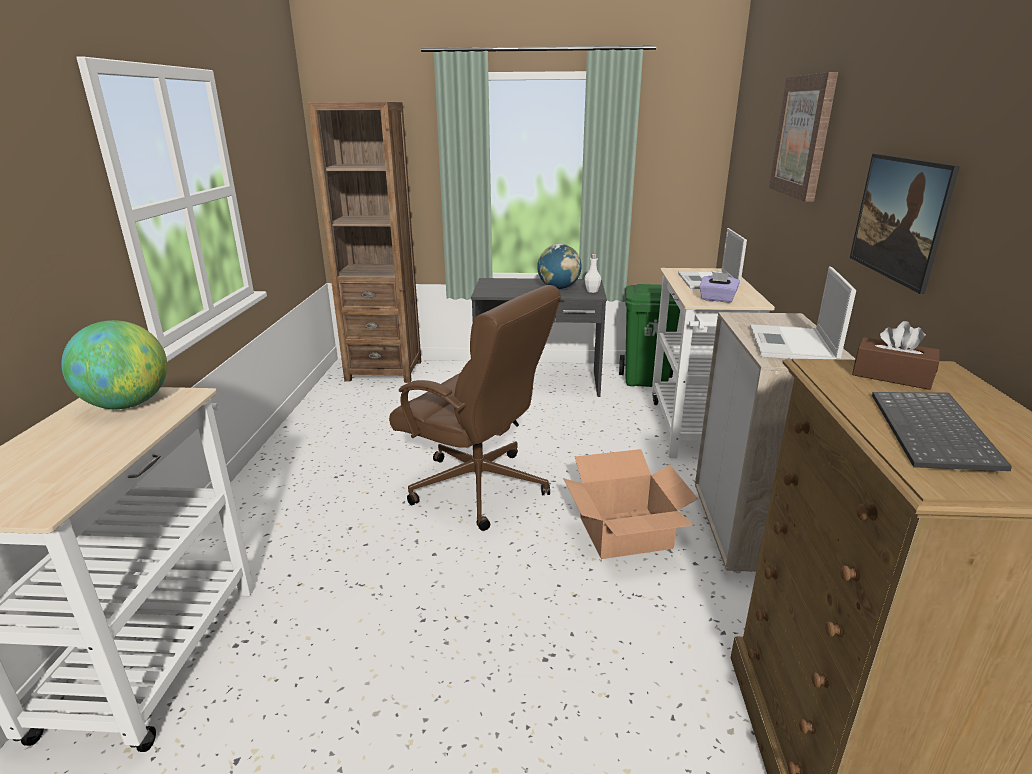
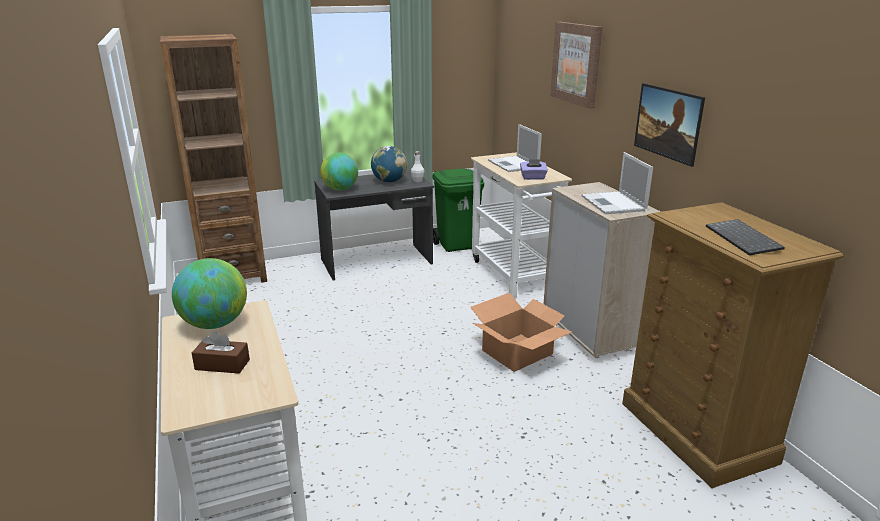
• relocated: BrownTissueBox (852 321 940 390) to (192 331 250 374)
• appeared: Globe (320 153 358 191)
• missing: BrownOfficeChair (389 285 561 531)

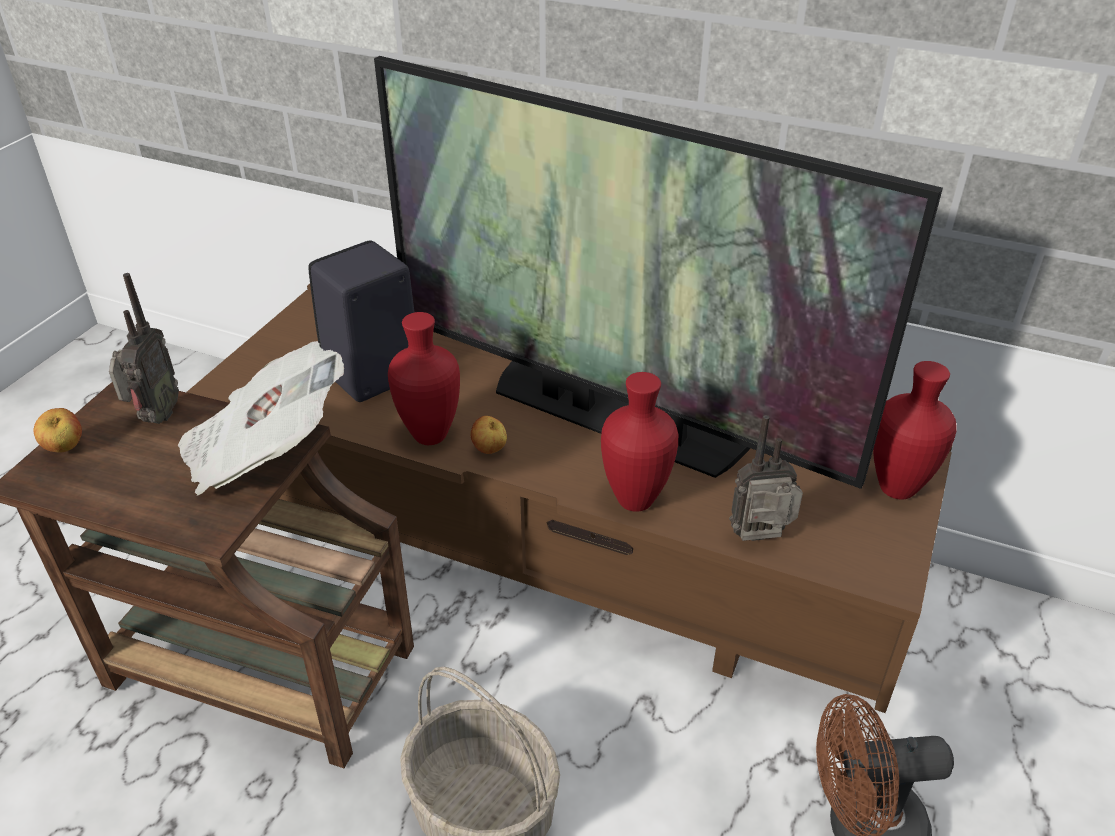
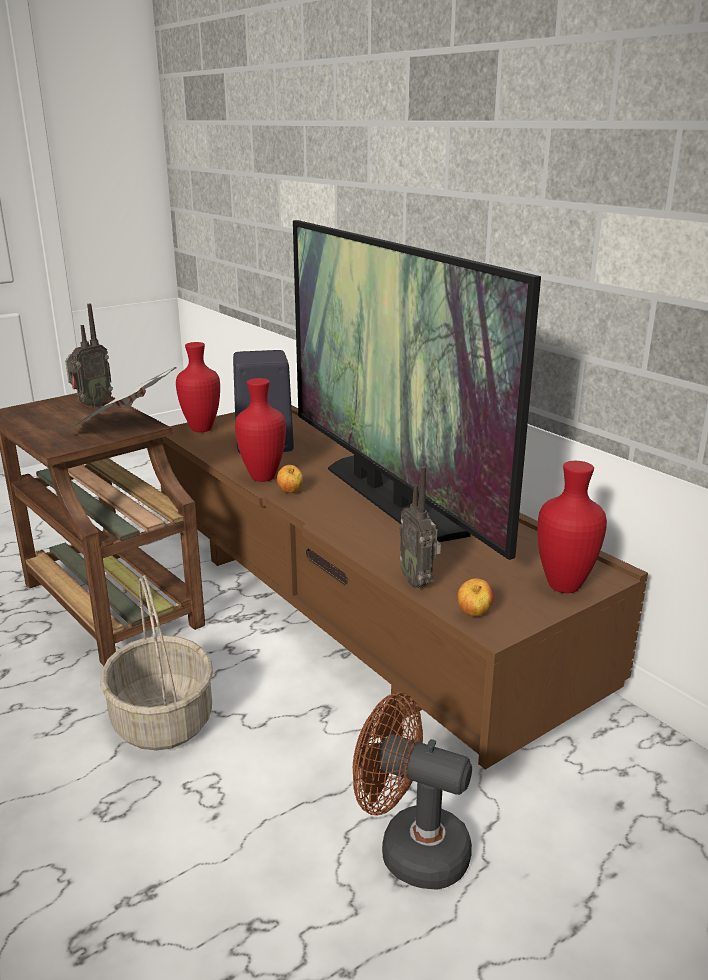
• relocated: RedVase (601 372 678 512) to (176 342 220 432)
• spun: Radio (729 415 803 541) = (400 466 441 588) 135 degrees counterclockwise
• relocated: Apple (34 408 82 453) to (457 578 494 616)

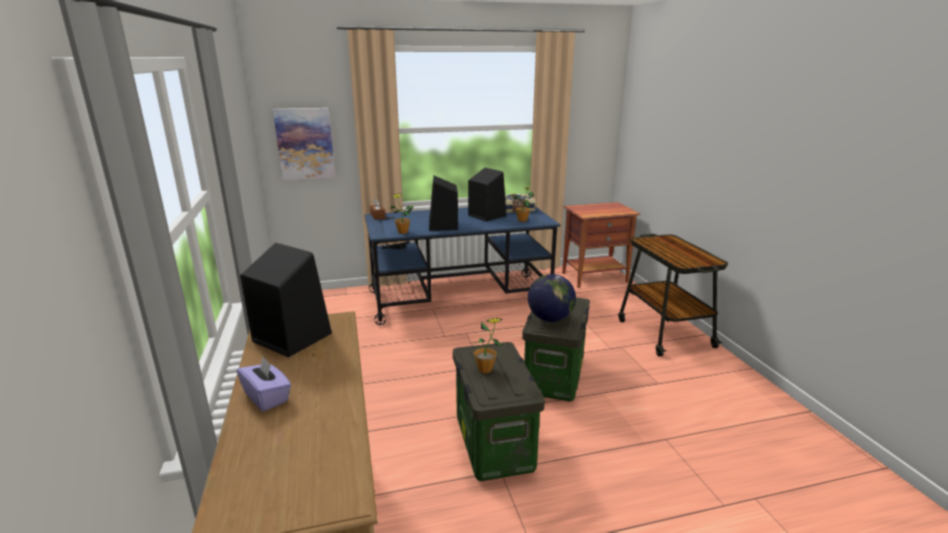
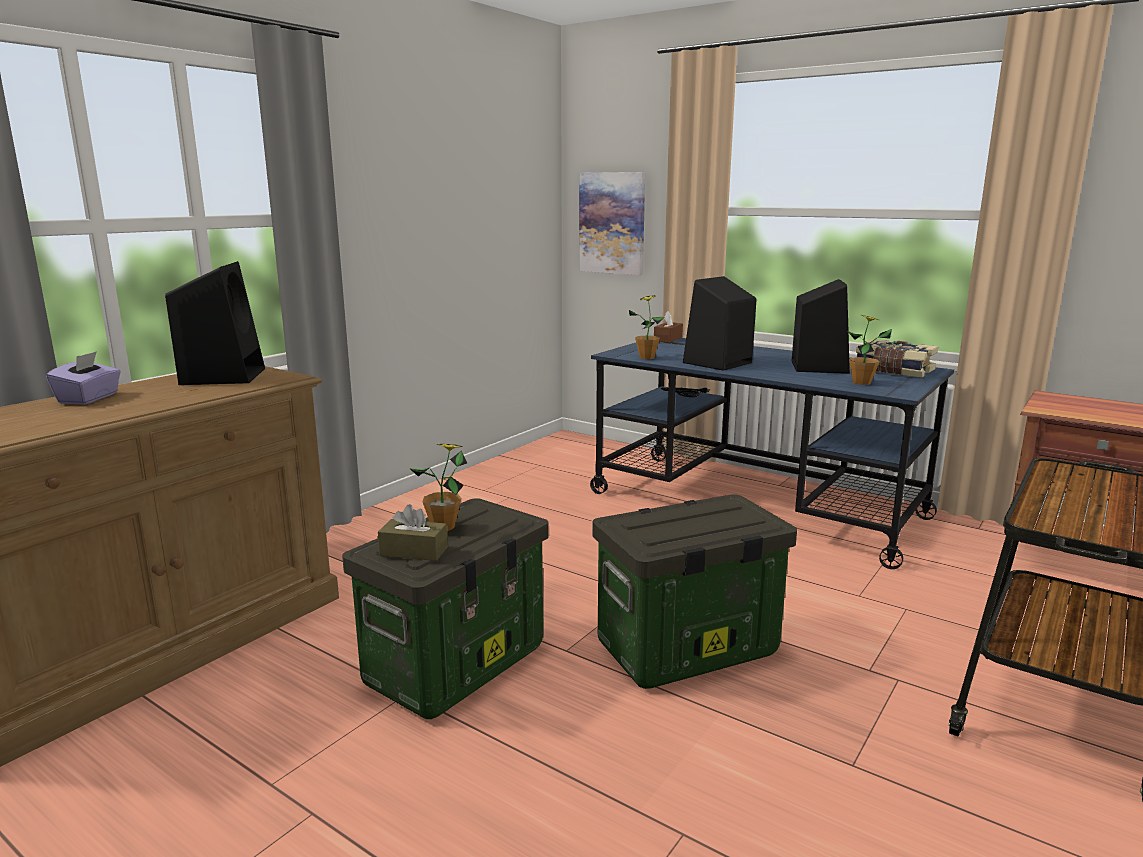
• appeared: BrownTissueBox (378 504 448 561)
• missing: Globe (528 274 576 322)

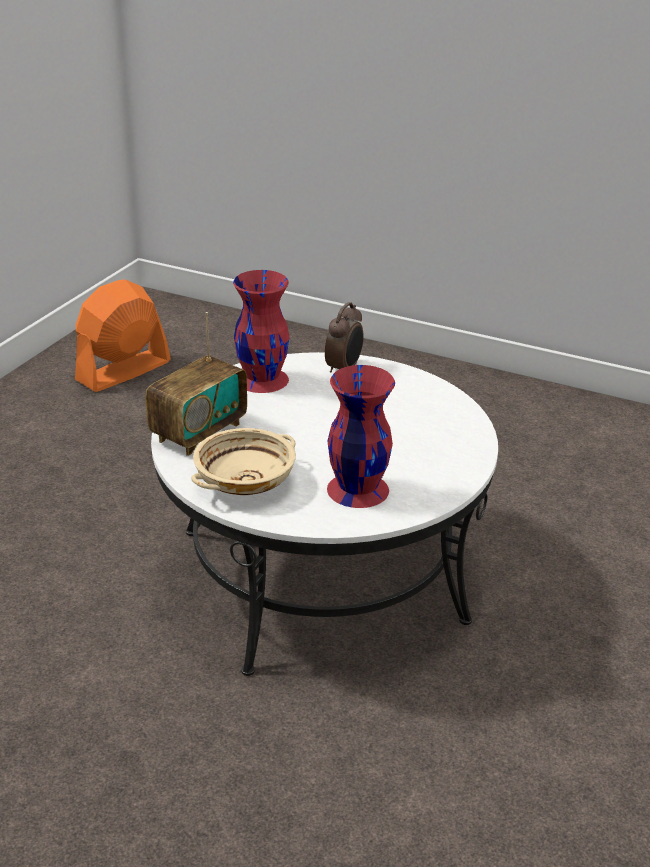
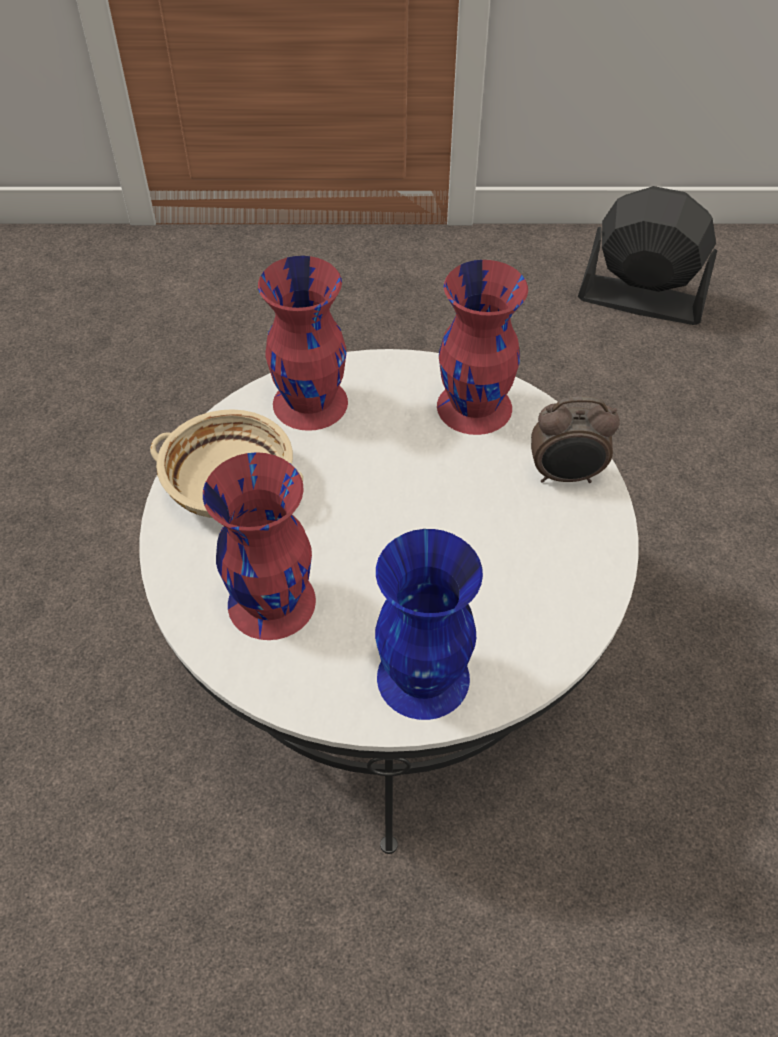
• exchanged: Radio (145 312 247 456) to RedVase (258 256 348 431)
• appeared: BlueVase (375 529 483 720)
• colour: OrangeFan (75 279 171 392) to BlackFan (578 186 717 325)

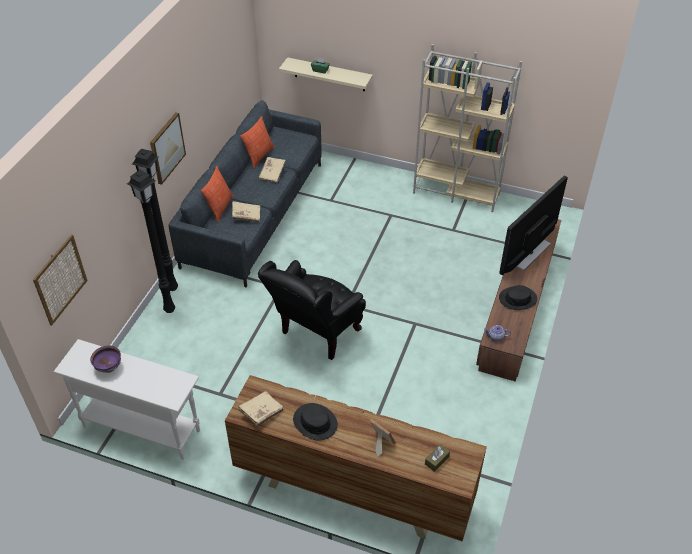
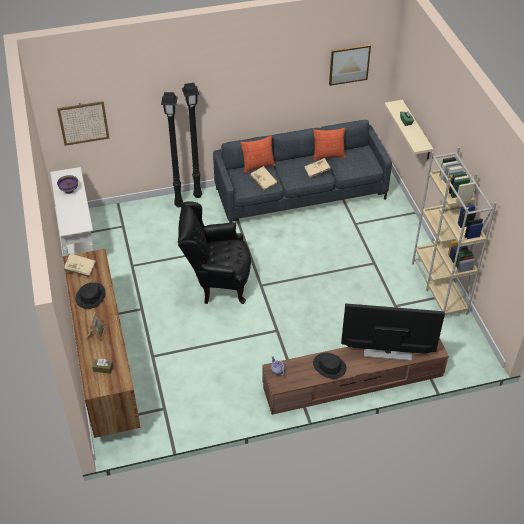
• relocated: Picture (150 112 186 185) to (329 44 371 86)

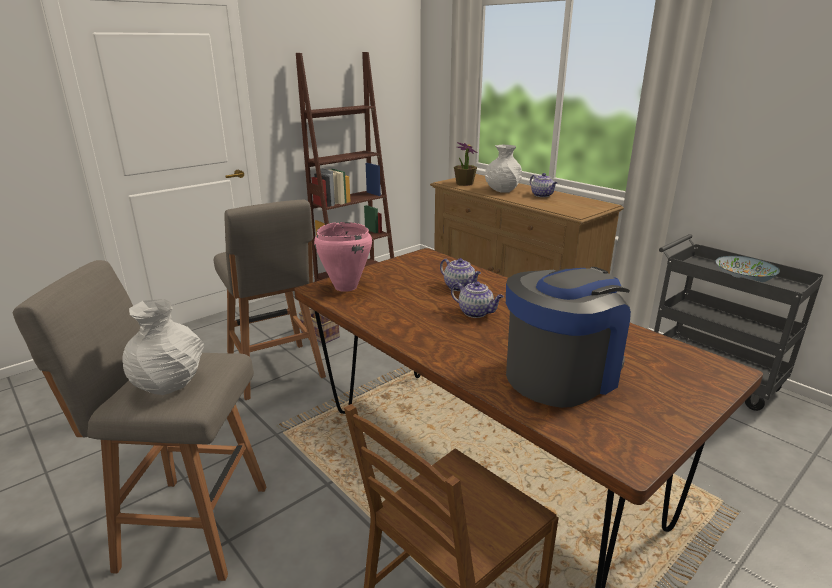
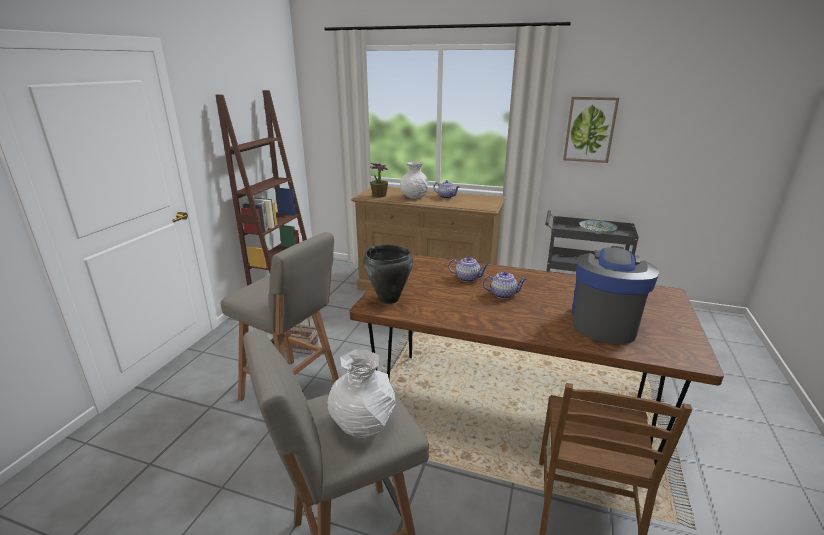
• colour: PinkCookingPot (314 222 372 292) to BlackCookingPot (363 245 413 304)
• appeared: Picture (563 96 619 163)

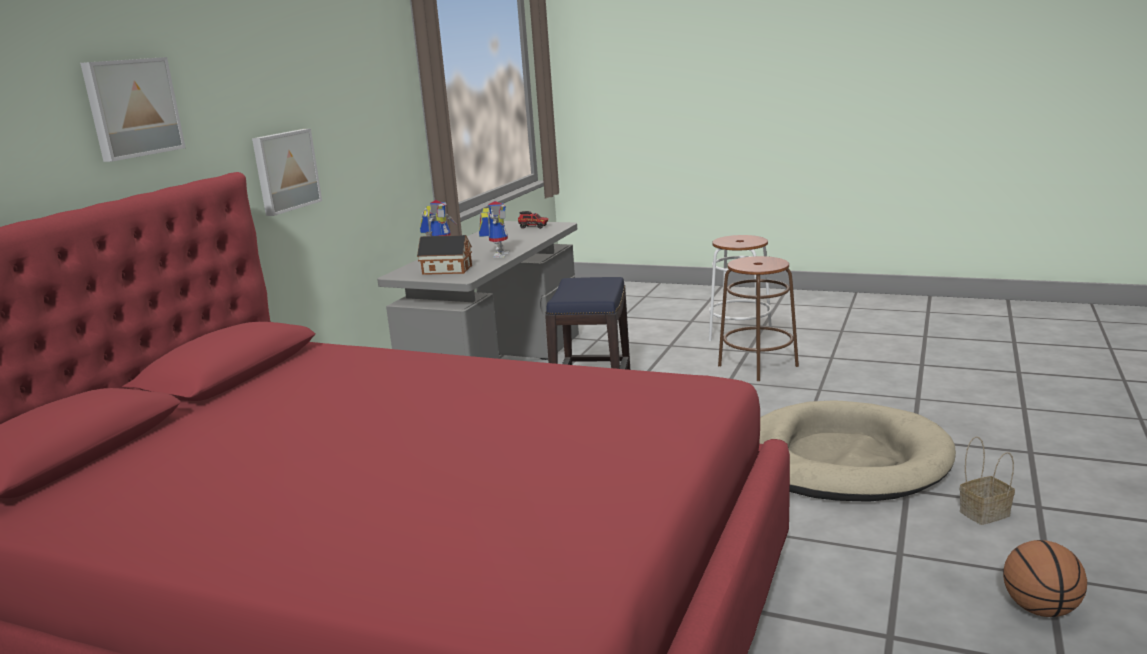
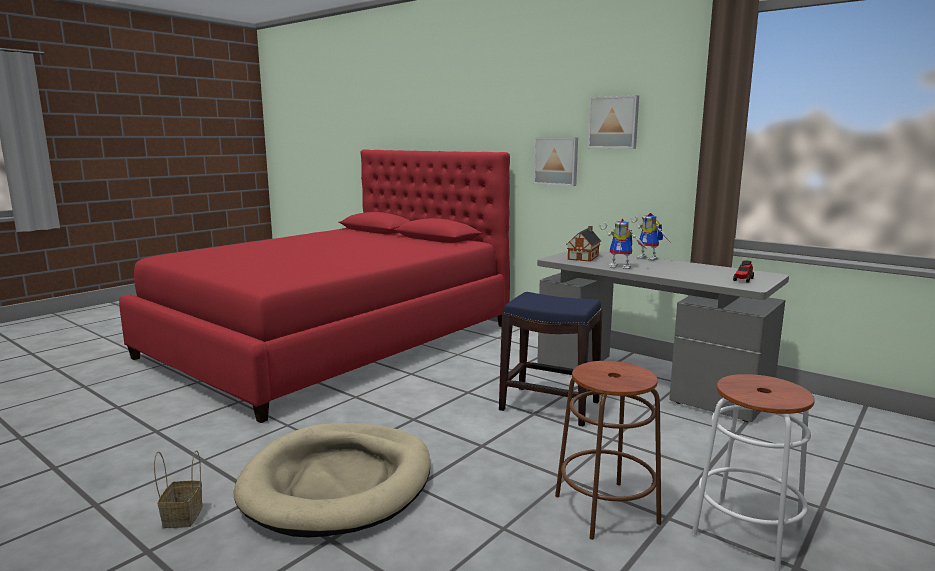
• relocated: Picture (80 57 186 162) to (587 95 639 149)
• missing: Basketball (1003 540 1087 617)

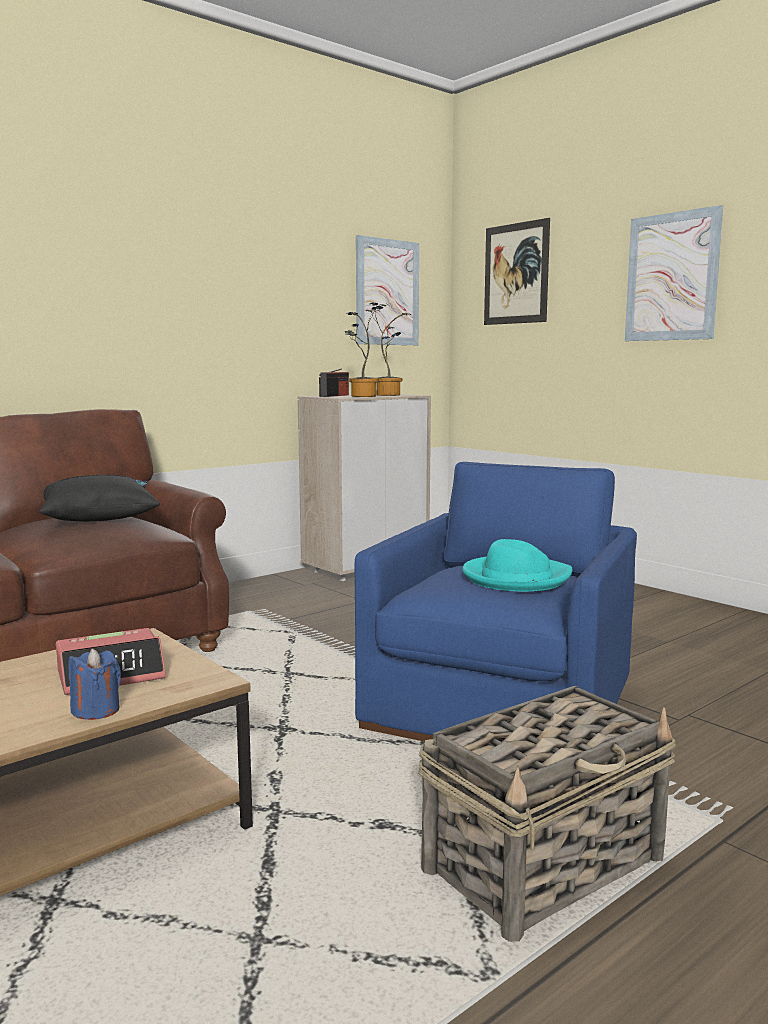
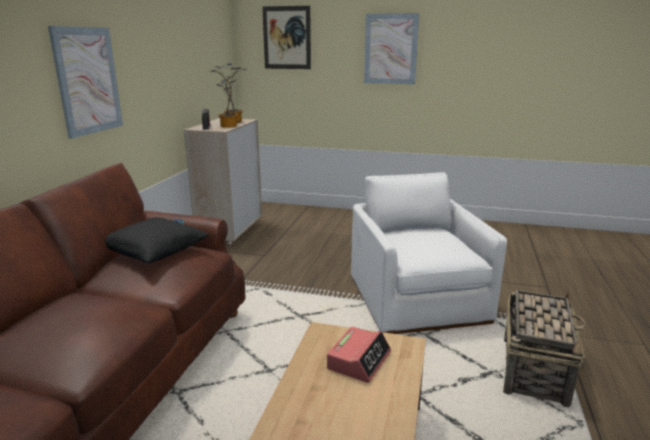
• relocated: Picture (356 235 419 345) to (48 26 123 139)
• colour: BlueArmchair (355 462 637 742) to WhiteArmchair (351 172 507 334)
• missing: BlueCandle (68 649 121 720)
• missing: TurquoiseHat (462 539 573 591)

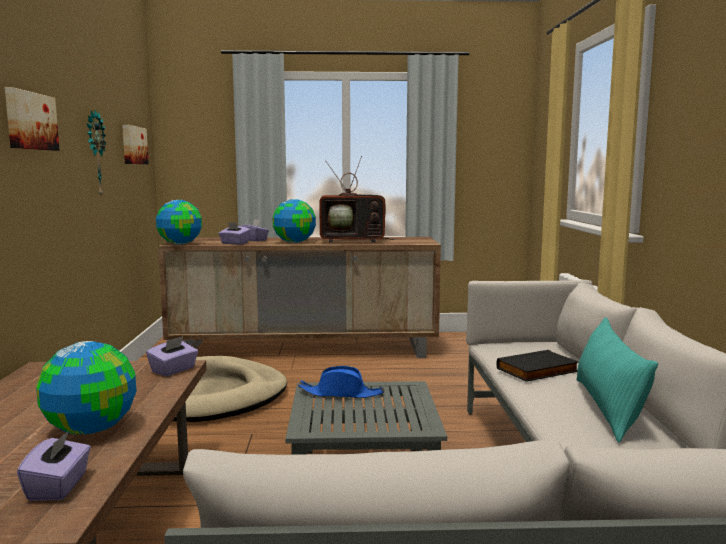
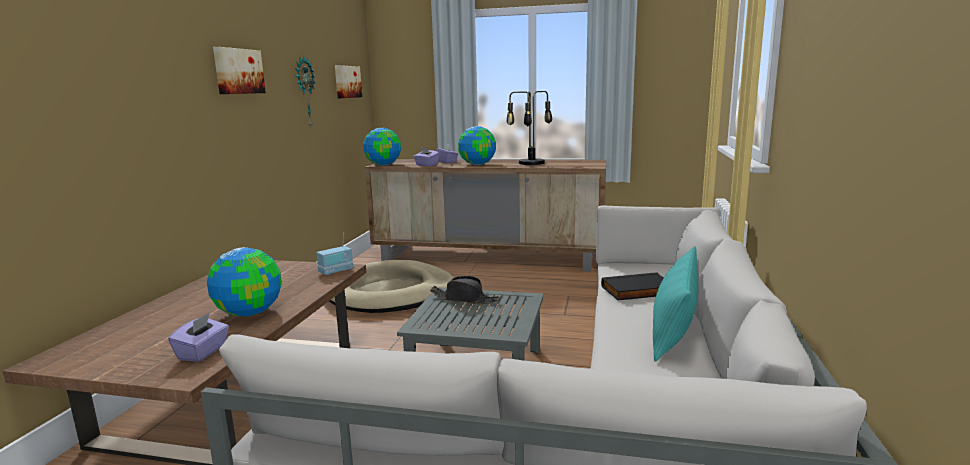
• exchanged: PurpleTissueBox (146 336 198 376) to Radio (316 233 353 276)
• colour: BlueHat (298 366 384 398) to BlackHat (430 276 500 304)
• exchanged: Television (319 156 396 243) to TableLamp (507 91 552 165)

